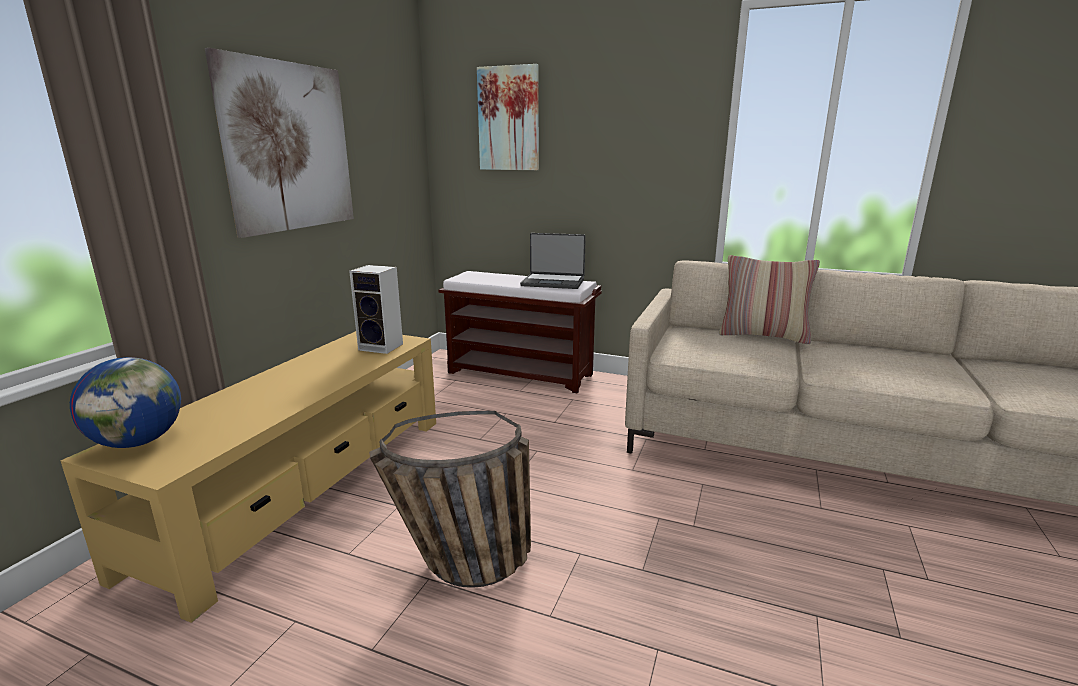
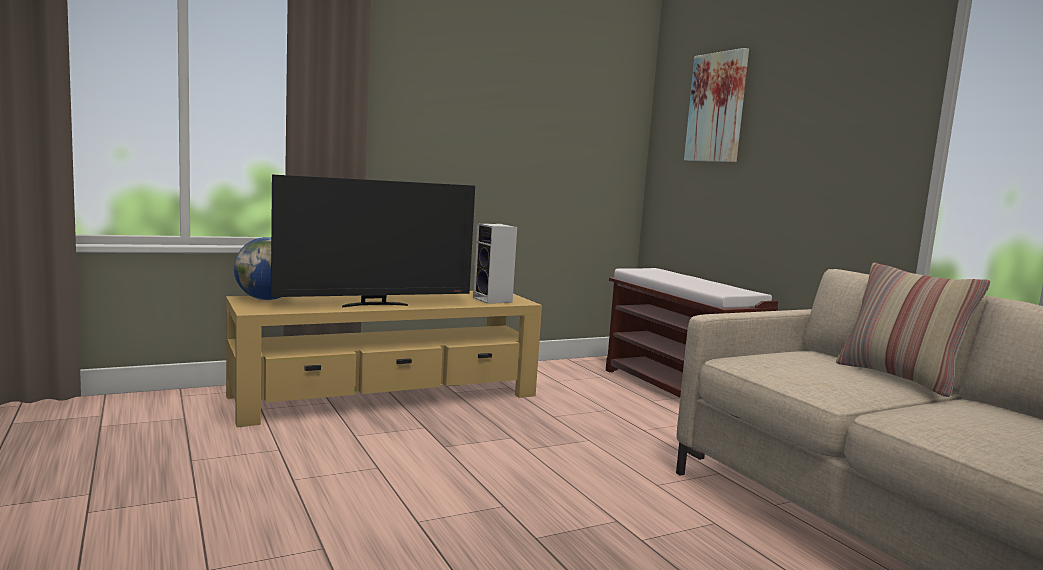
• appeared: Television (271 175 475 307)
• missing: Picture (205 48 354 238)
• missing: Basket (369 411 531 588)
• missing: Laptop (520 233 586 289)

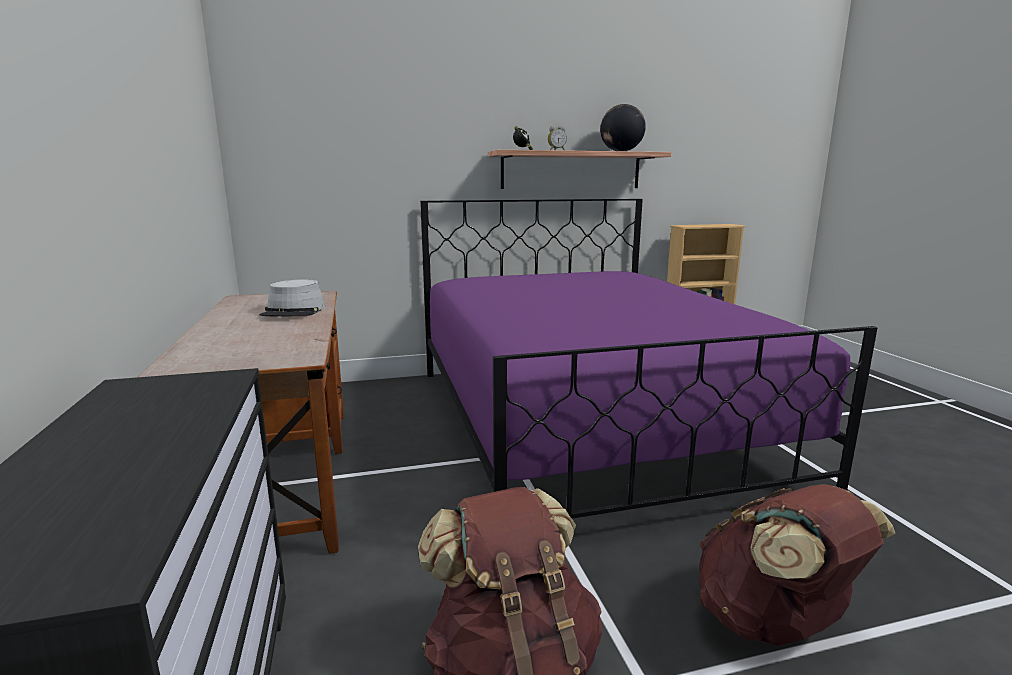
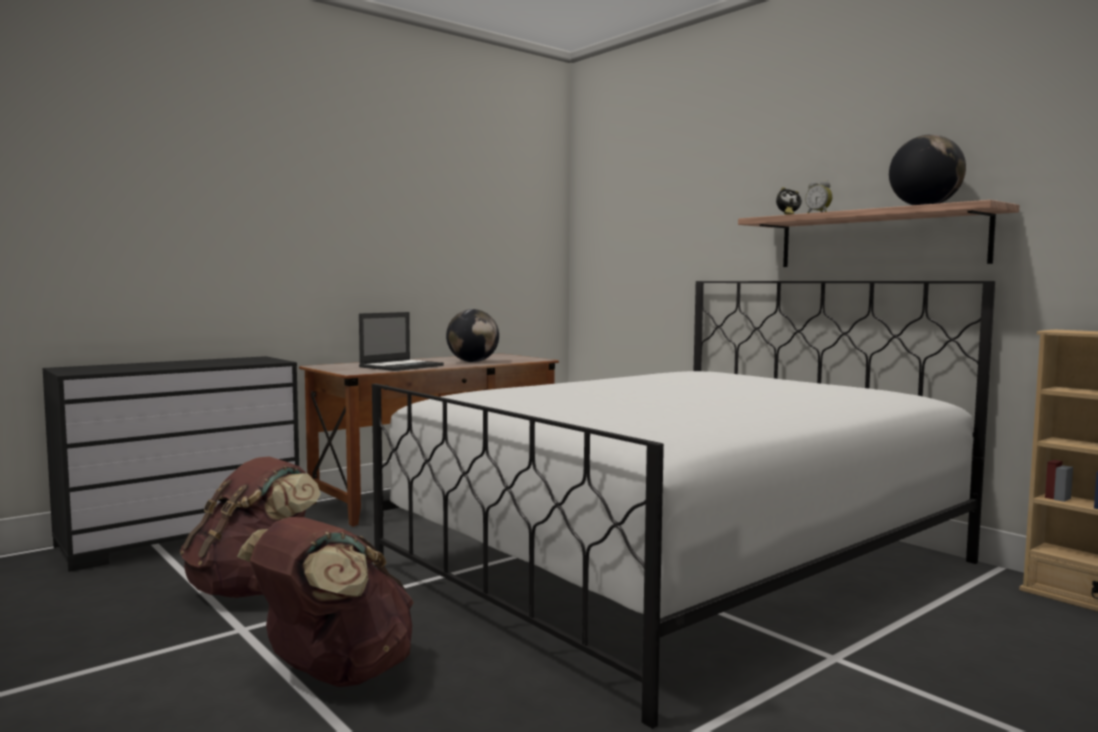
• appeared: Laptop (359 312 444 371)
• colour: PurpleBed (420 199 878 519) to WhiteBed (372 281 995 729)
• exchanged: GreyHat (259 279 325 317) to Globe (446 309 499 362)

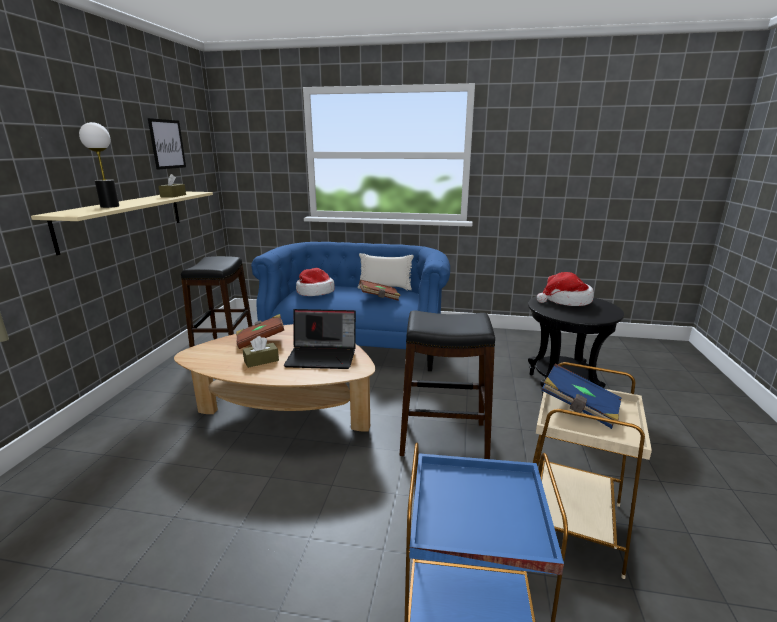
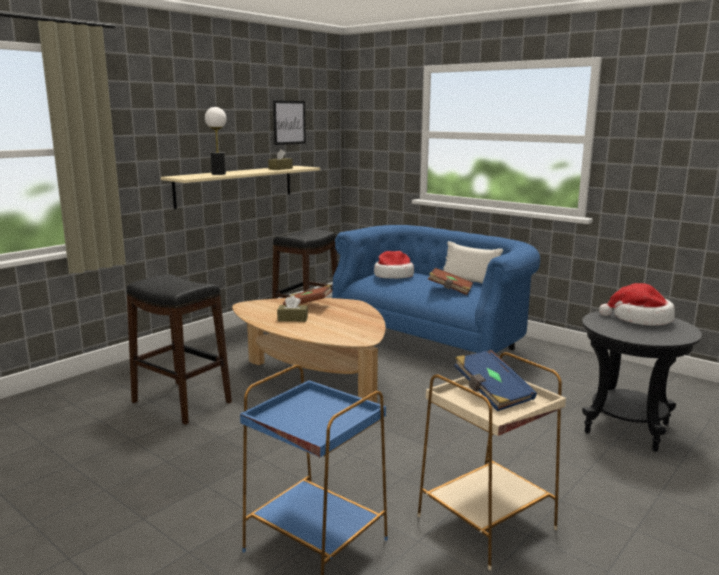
• relocated: BlackStool (399 310 495 459) to (126 274 232 425)
• missing: Laptop (284 309 356 369)

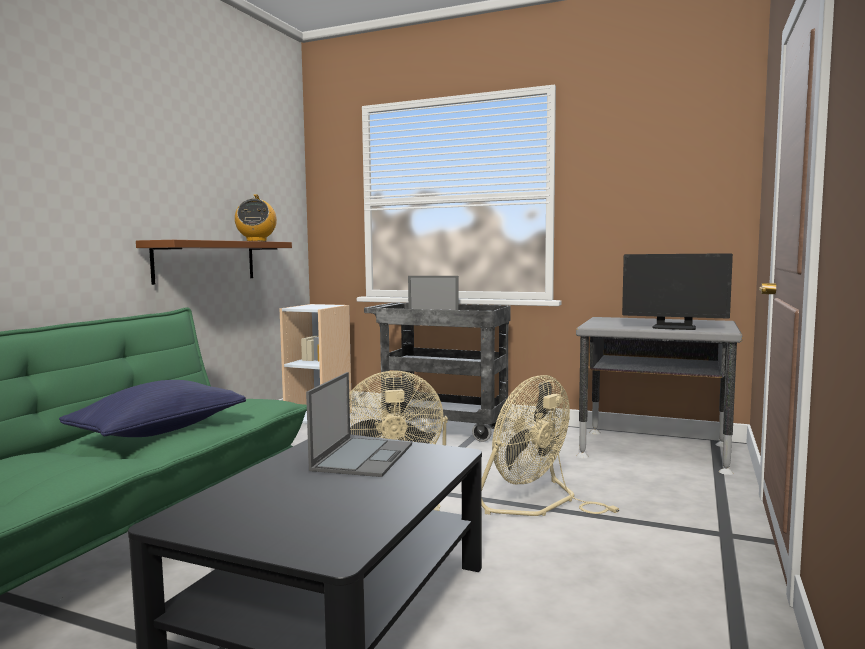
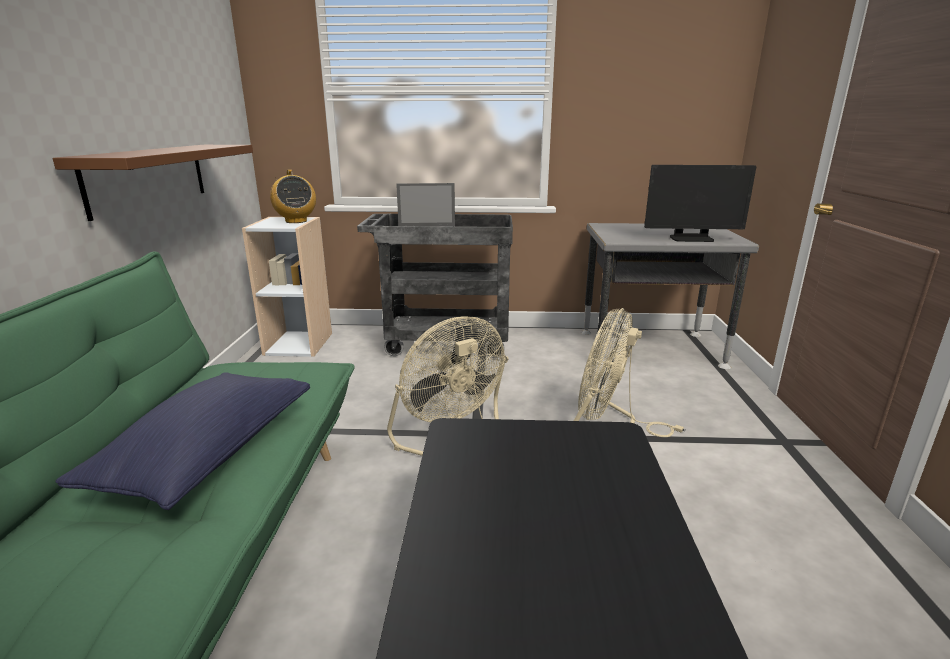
• relocated: Radio (235 194 277 241) to (270 170 316 223)
• missing: Laptop (306 372 412 477)

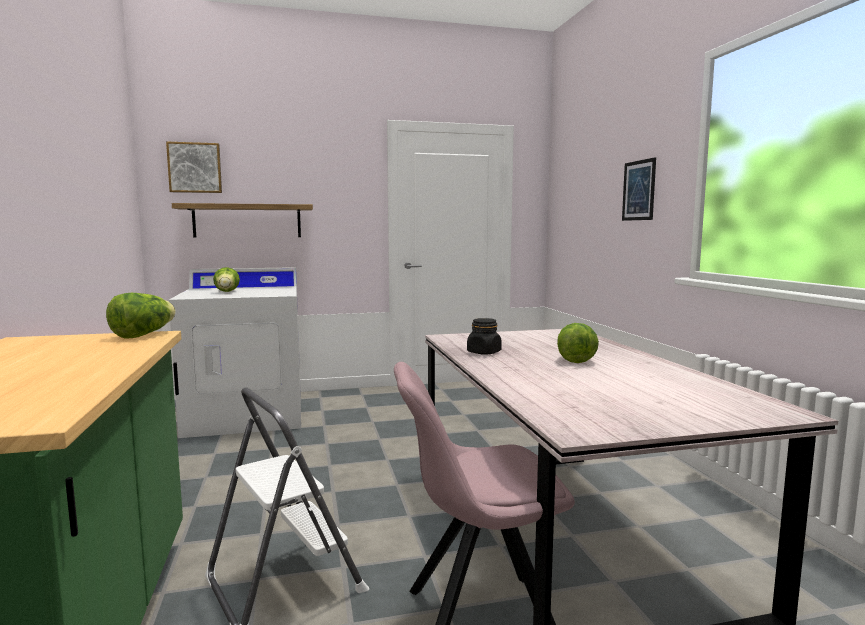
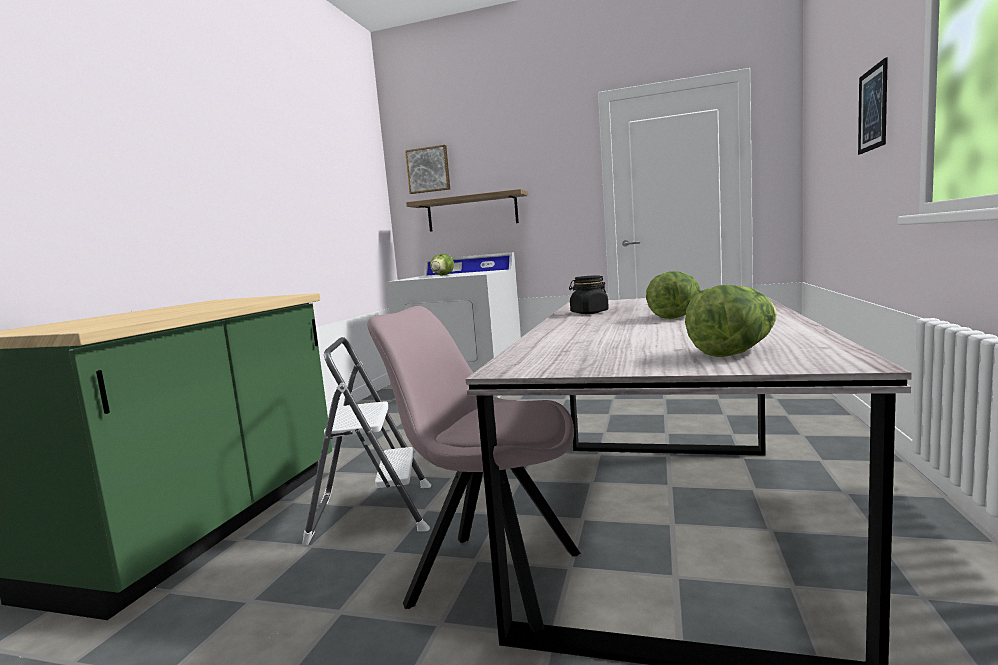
• relocated: Lettuce (106 293 176 339) to (685 285 777 357)

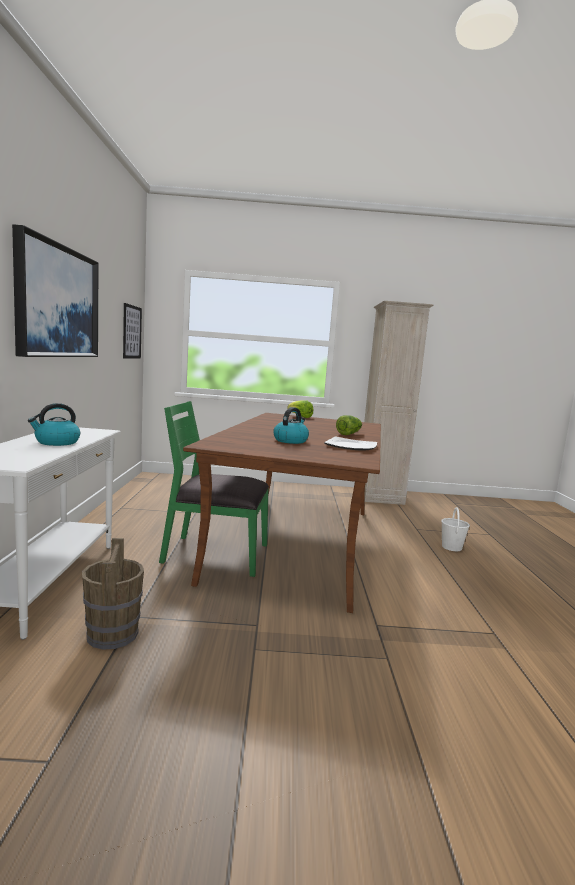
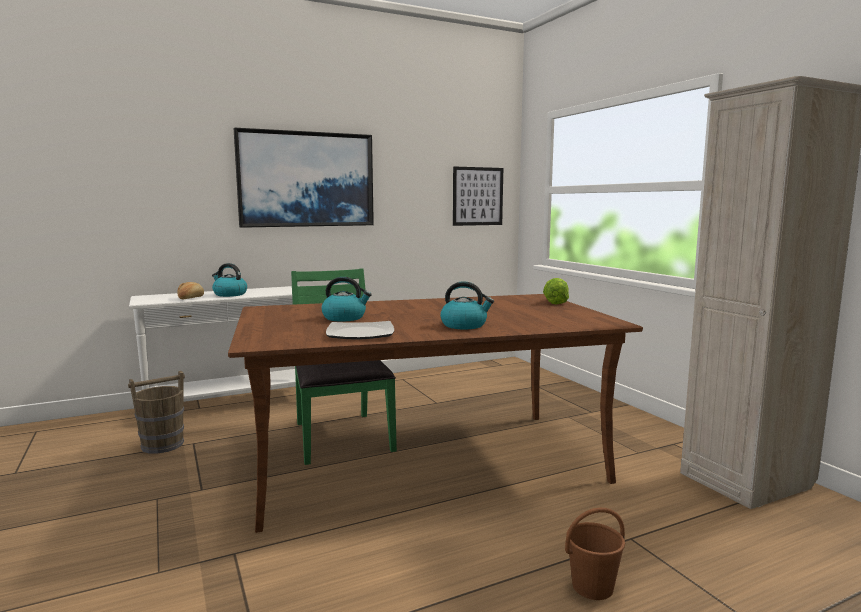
• appeared: Bread (177 282 204 299)
• exchanged: Lettuce (336 415 362 435) to Kettle (440 281 494 329)
• colour: WhiteBucket (441 507 470 551) to BrownBucket (565 508 625 600)

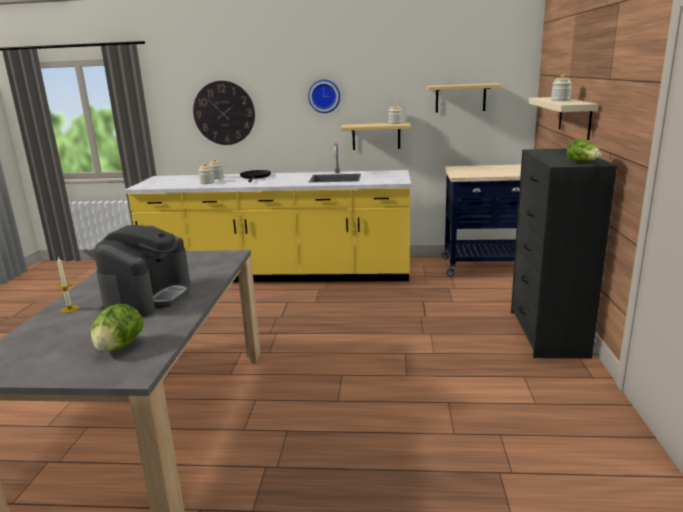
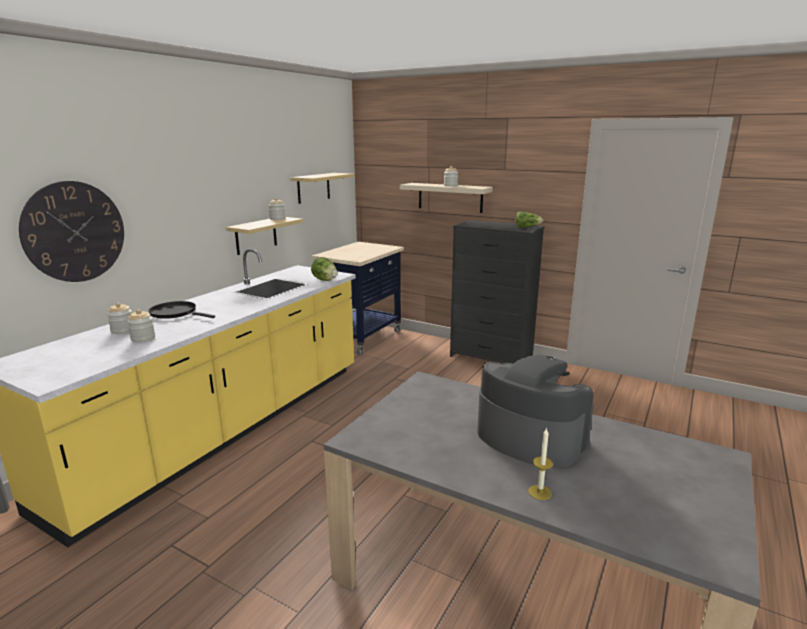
• relocated: Lettuce (91 304 144 352) to (311 257 338 281)
• missing: WallClock (308 80 340 113)

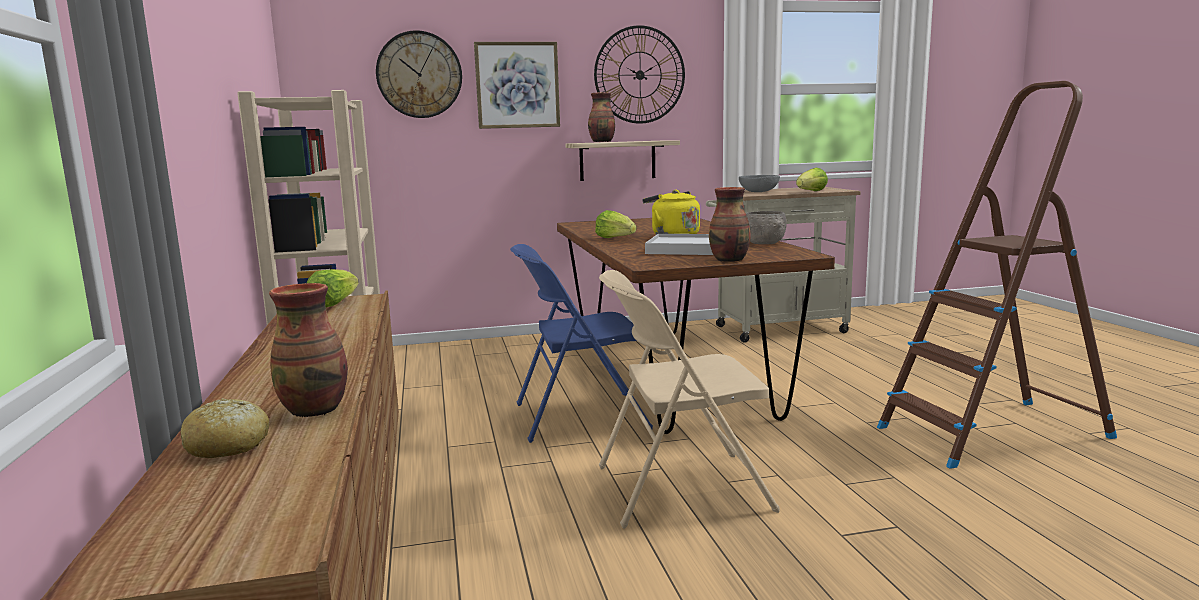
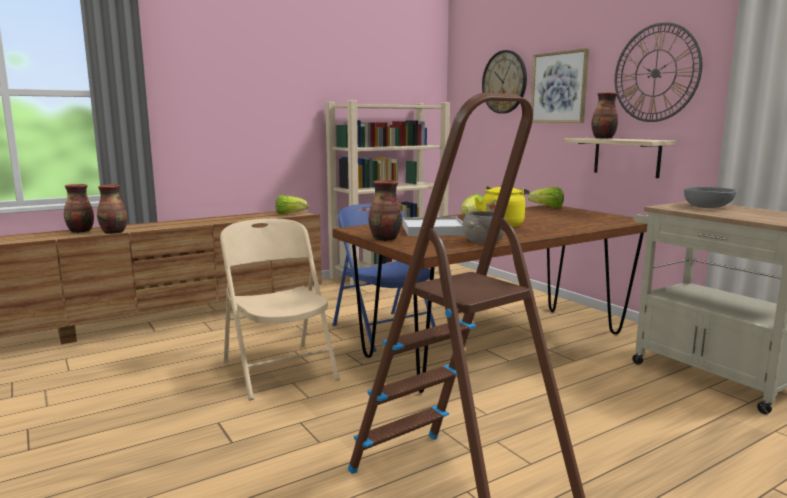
• exchanged: Bread (180 398 269 458) to Vase (64 184 94 233)
• relocated: Lettuce (796 168 828 191) to (528 187 564 208)

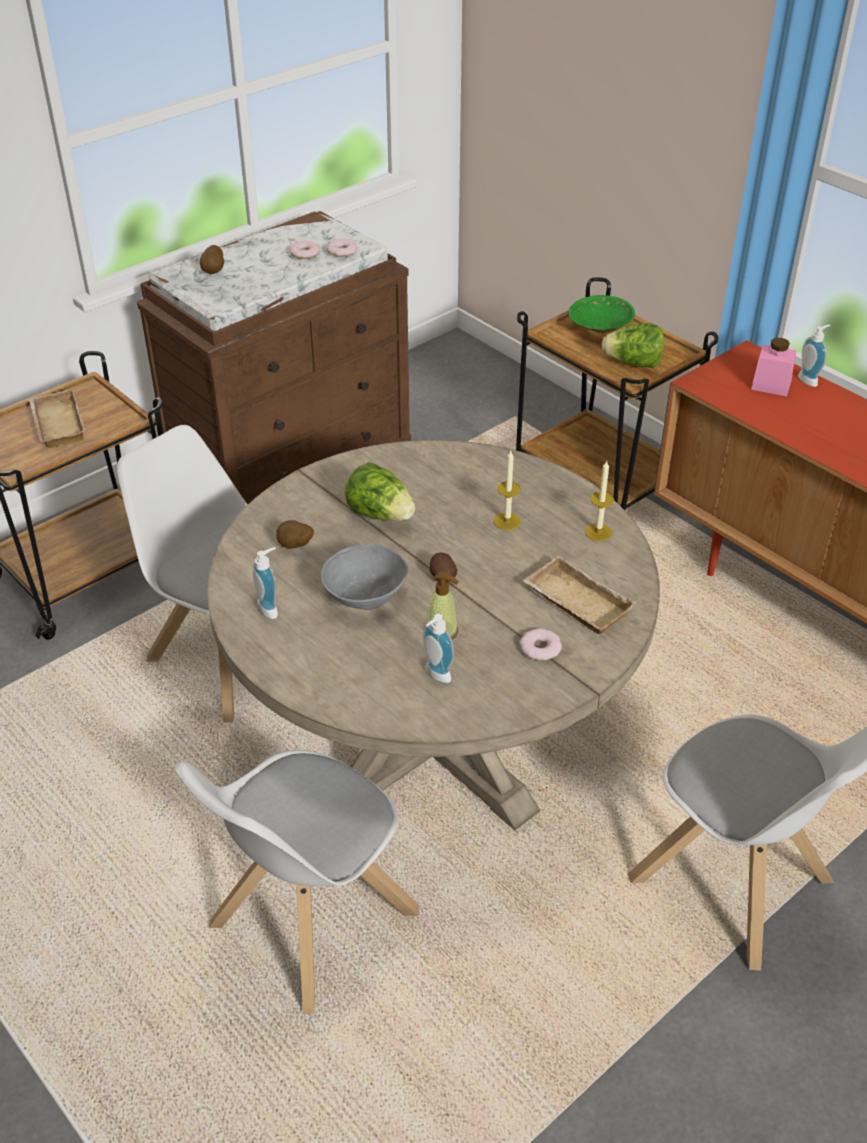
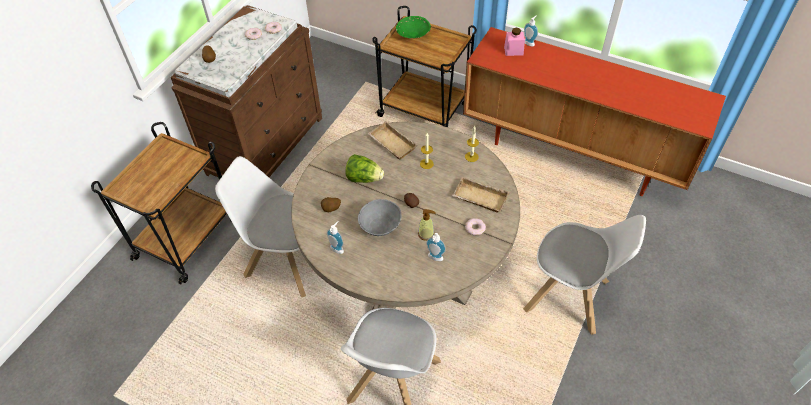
• relocated: BeigeTray (28 389 86 448) to (368 121 418 159)
• missing: Lettuce (602 323 664 368)

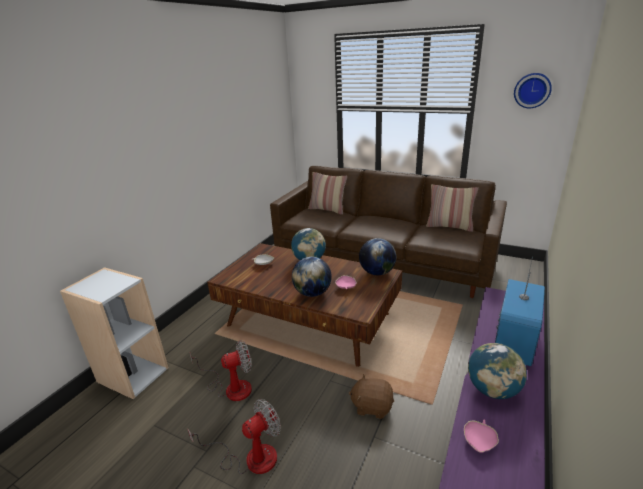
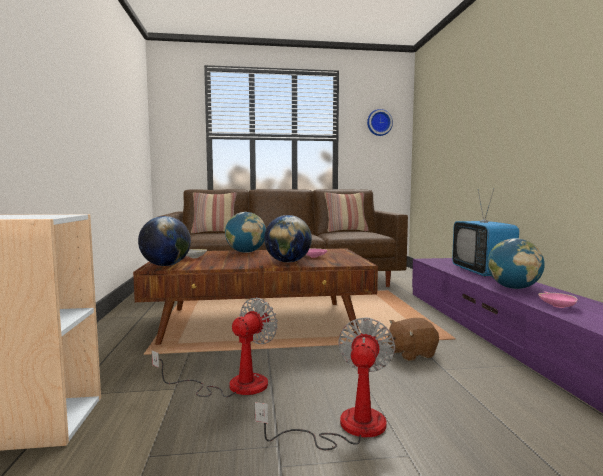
• relocated: Globe (359 238 396 275) to (138 216 191 266)

